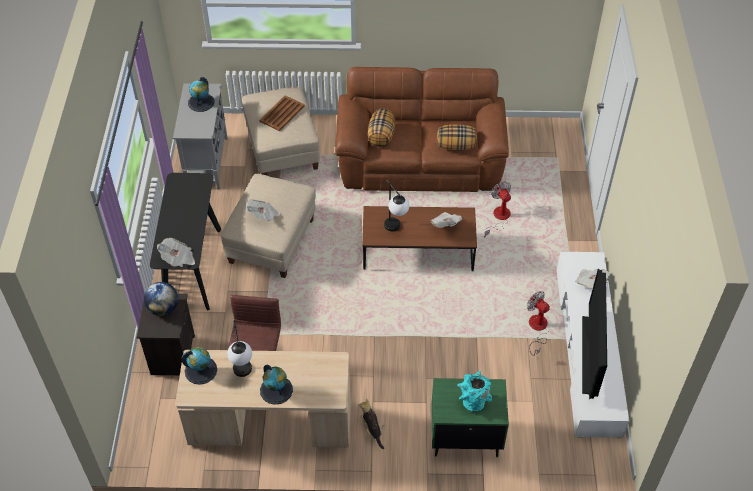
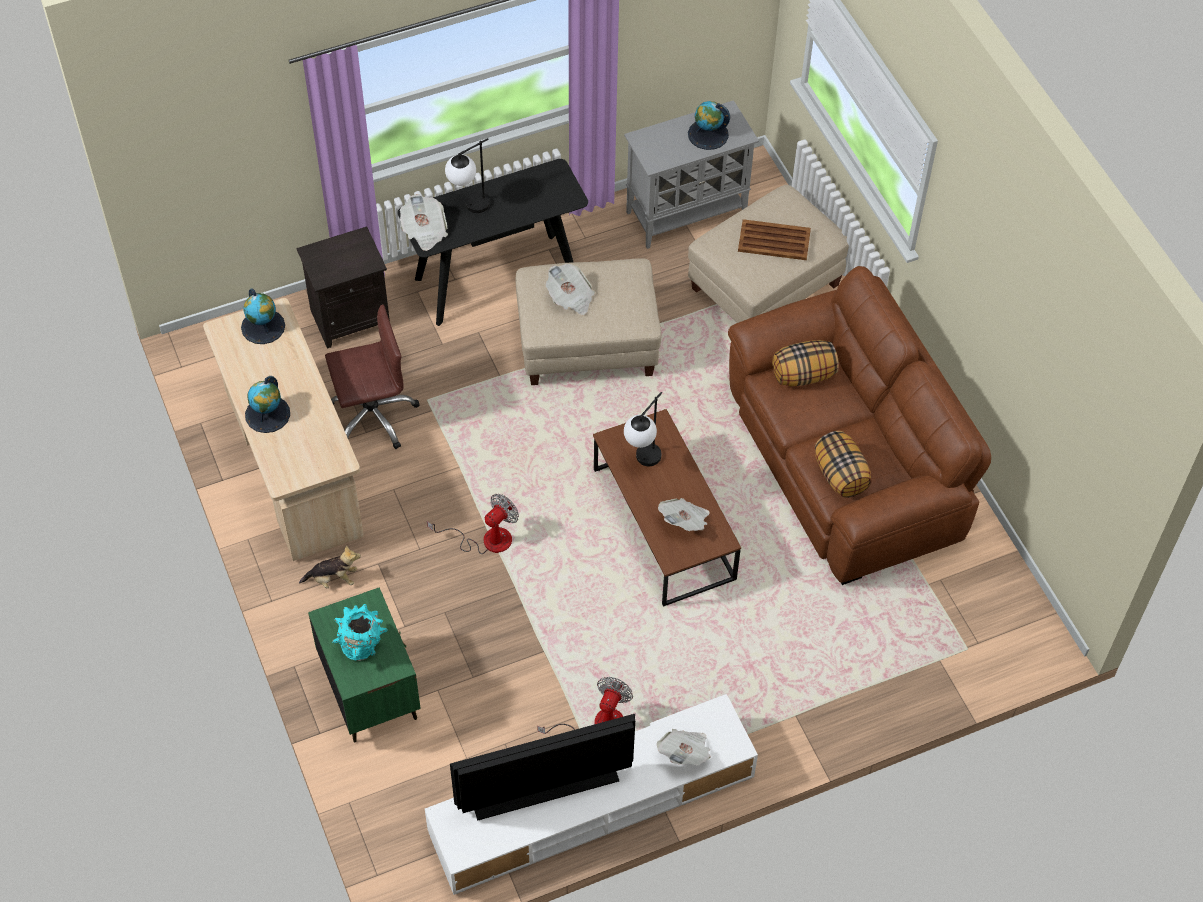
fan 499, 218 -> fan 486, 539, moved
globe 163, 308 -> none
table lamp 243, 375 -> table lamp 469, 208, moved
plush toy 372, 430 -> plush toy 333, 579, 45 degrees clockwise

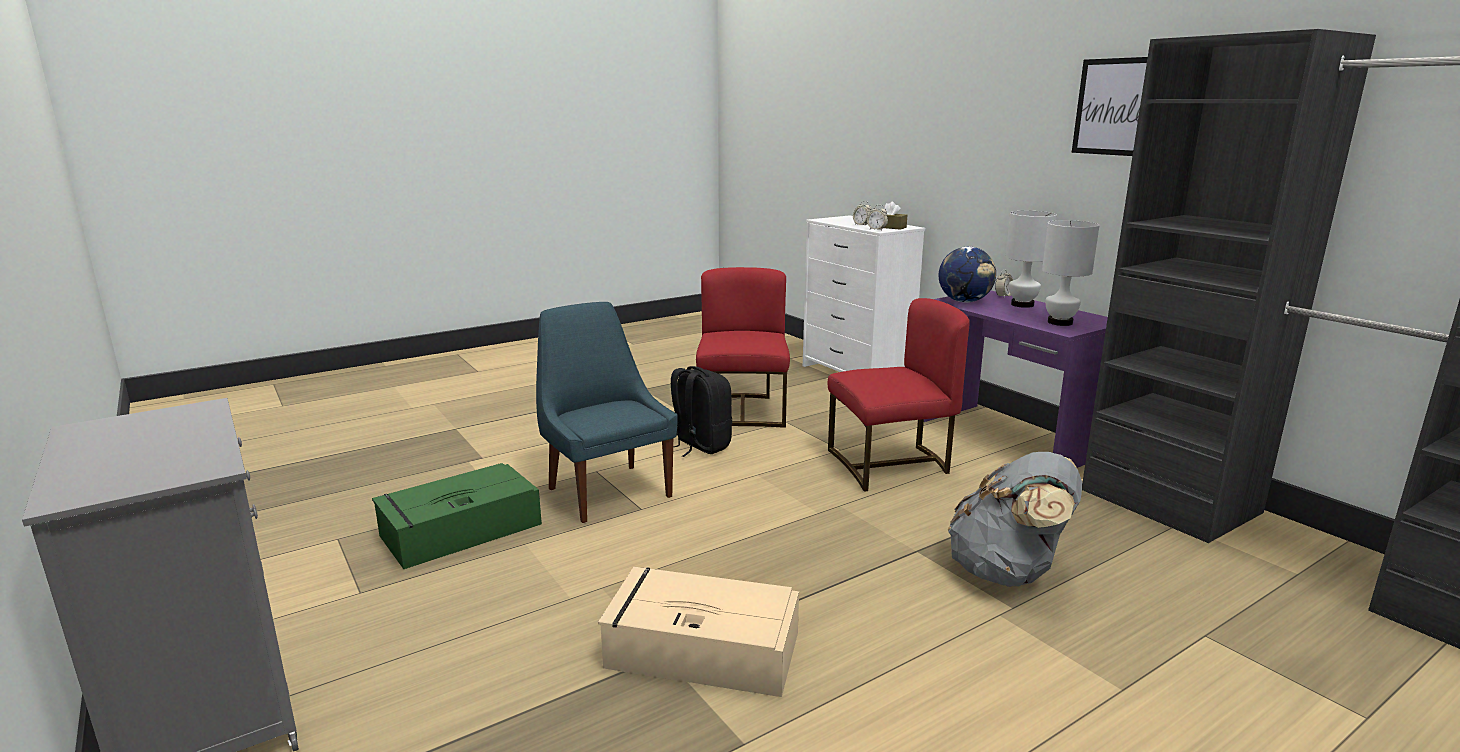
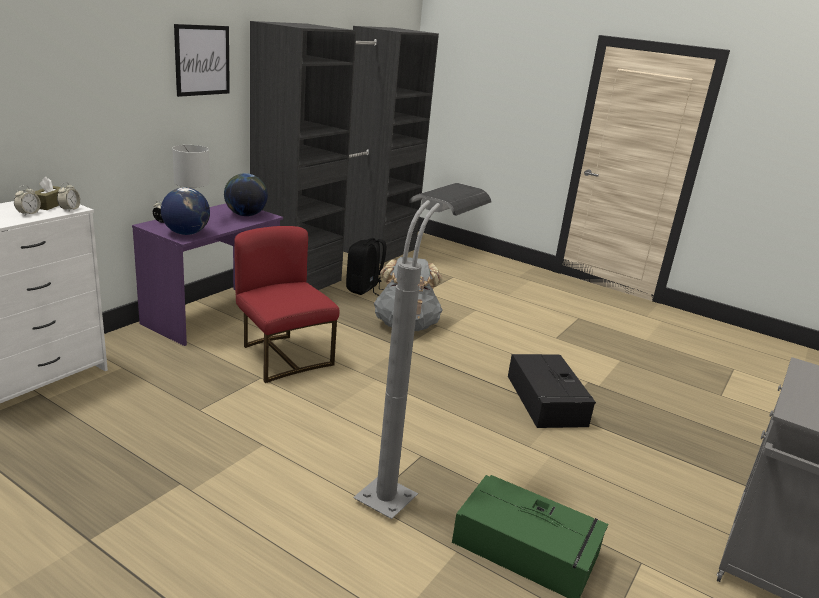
white table lamp 1060, 322 -> globe 245, 215
red chair 743, 411 -> none
blue chair 607, 491 -> grey floor lamp 403, 483
black backpack 699, 445 -> black backpack 364, 289, moved
beige storage box 700, 649 -> black storage box 546, 401

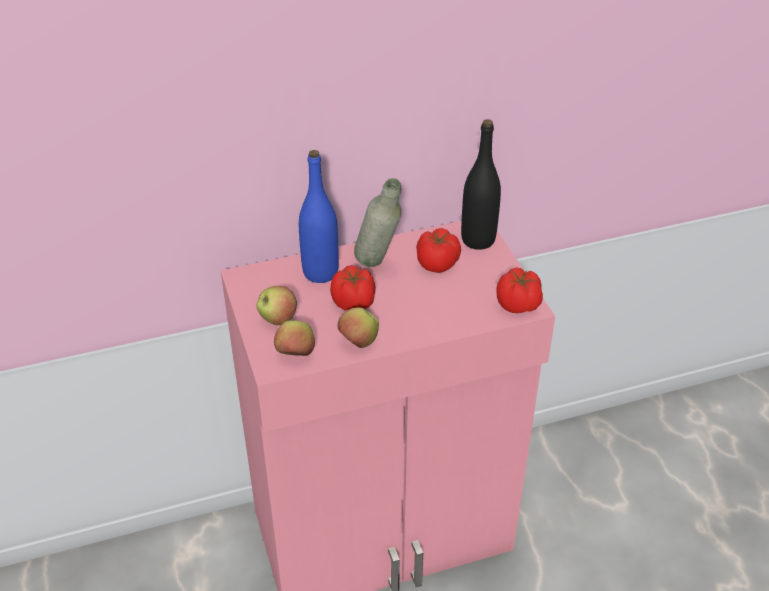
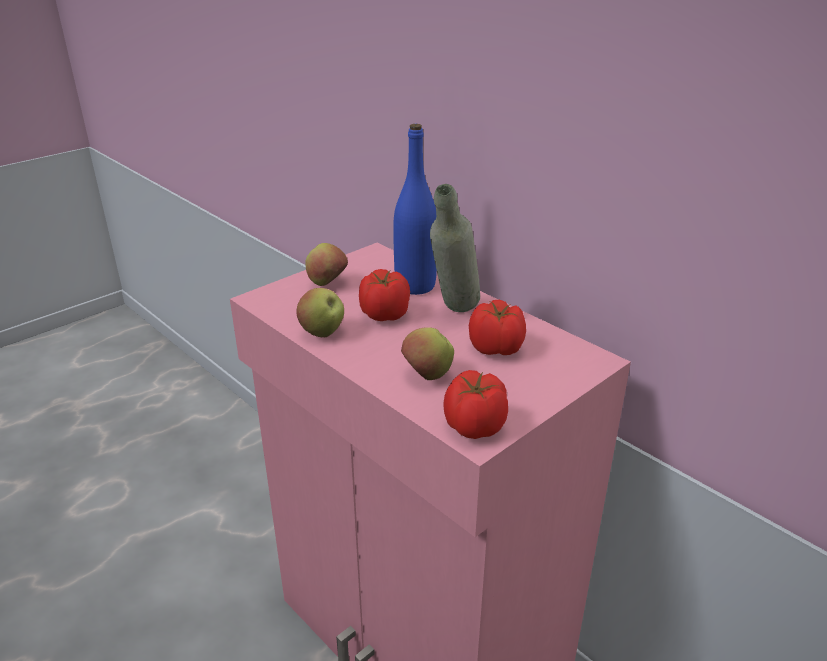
black bottle 478, 240 -> none
apple 296, 355 -> apple 427, 375, moved

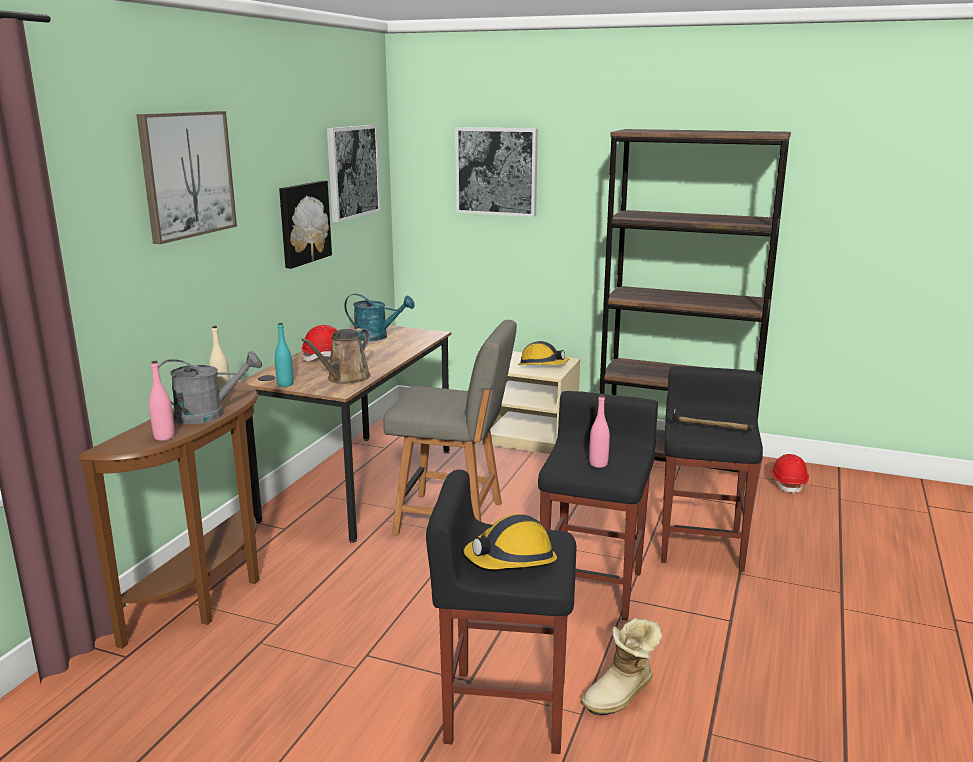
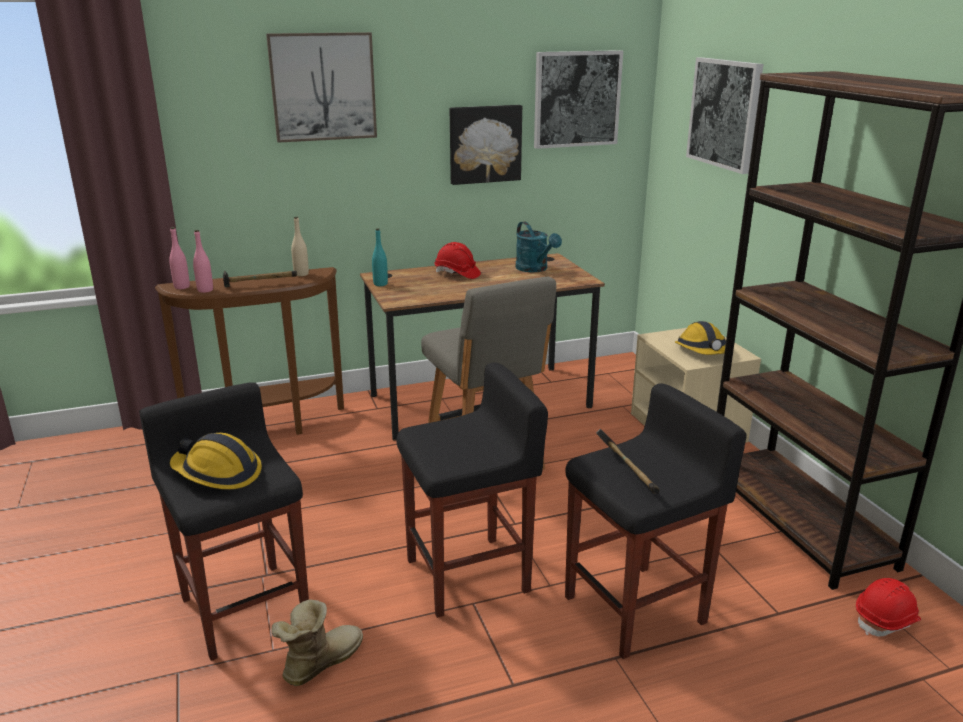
brown watering can 345, 378 -> none
grey watering can 209, 414 -> hammer 258, 285
pink bottle 598, 464 -> pink bottle 182, 287, moved
boot 622, 695 -> boot 319, 662, 120 degrees clockwise

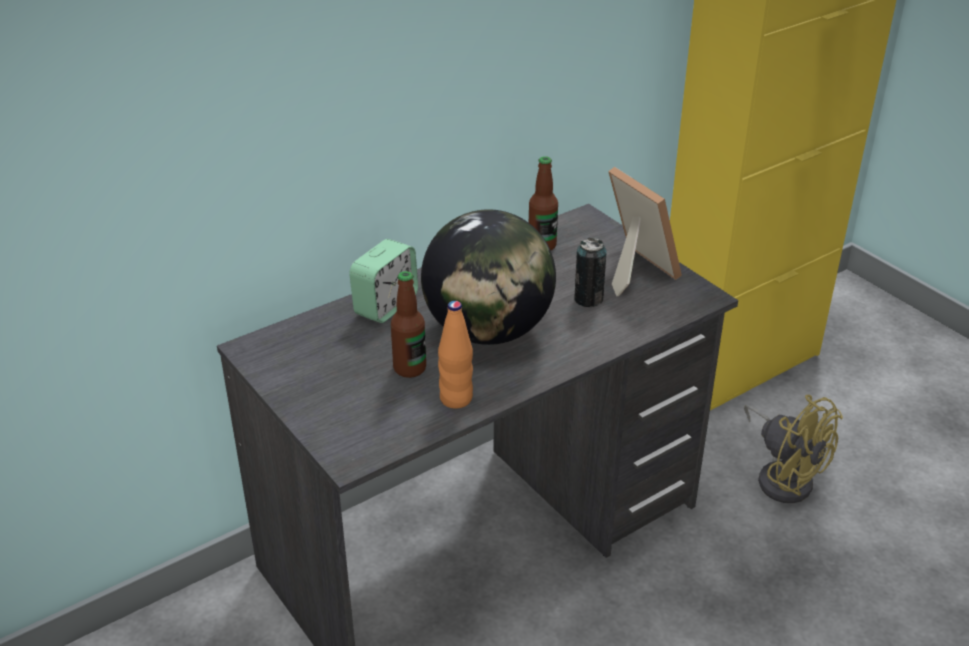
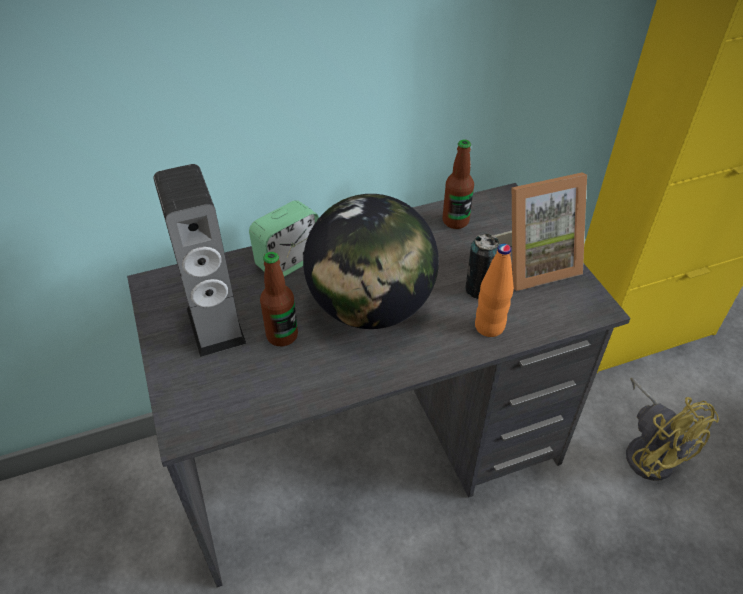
picture frame 633, 270 -> picture frame 534, 263, 90 degrees clockwise
orange bottle 456, 399 -> orange bottle 489, 327, moved
none -> speaker 216, 325

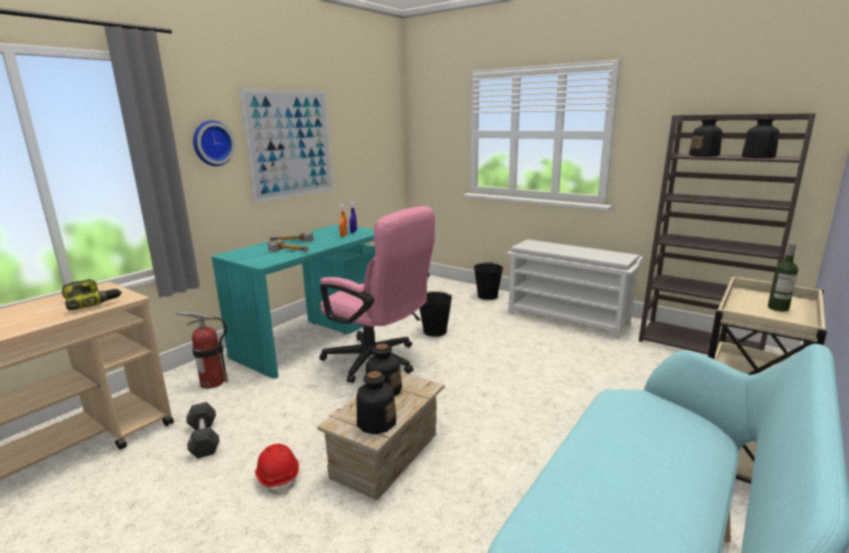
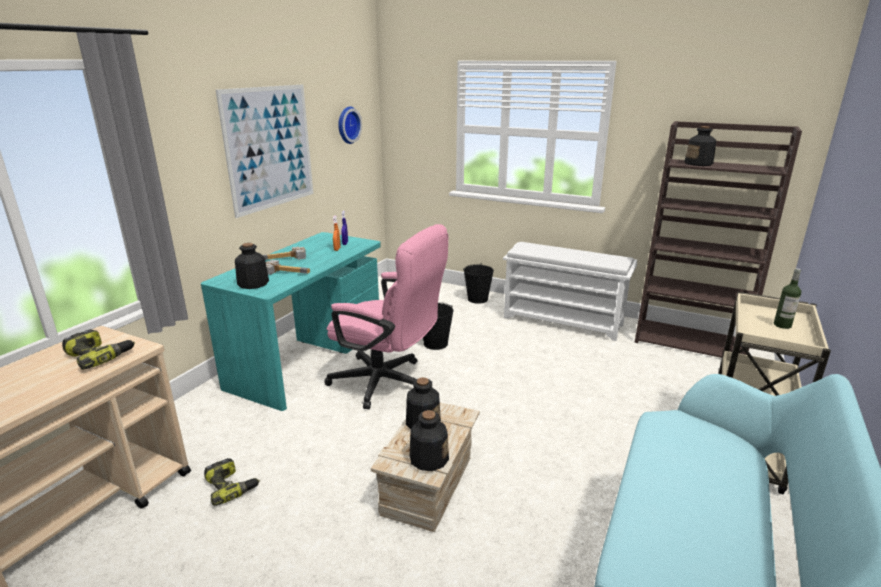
bottle 758, 157 -> bottle 253, 283, moved
wall clock 212, 143 -> wall clock 347, 125, moved
fire extinguisher 212, 382 -> none
black dumbbell 204, 439 -> power drill 231, 486
red hard hat 278, 477 -> none

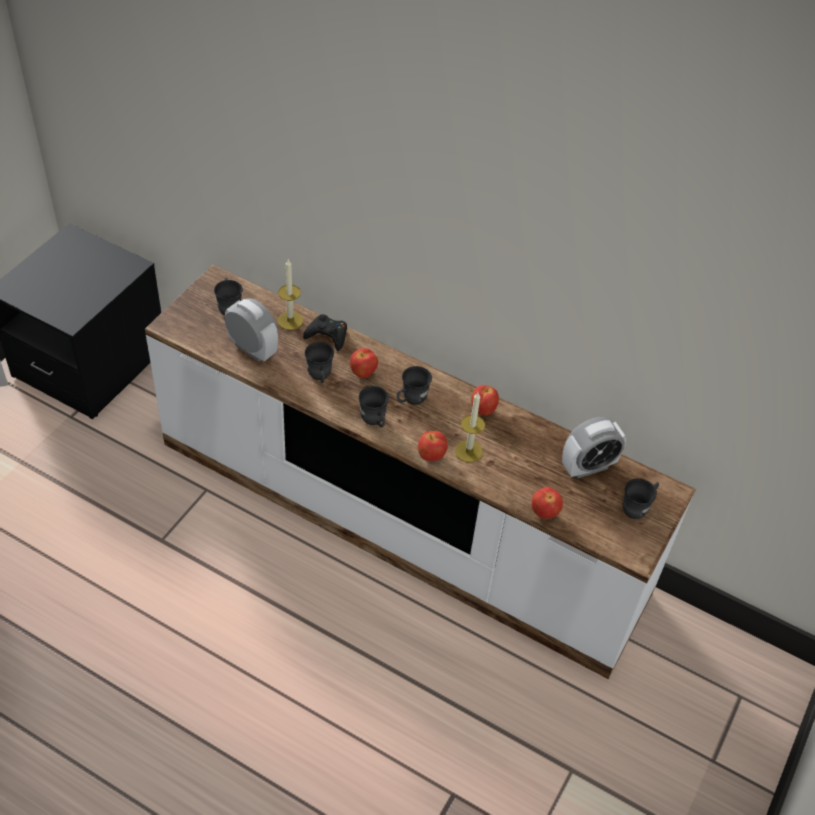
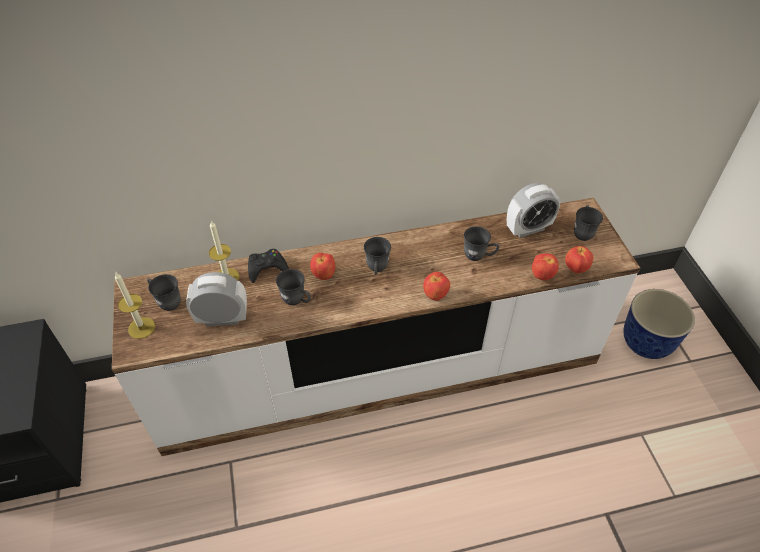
apple 482, 410 -> apple 575, 269, moved
grey mug 375, 421 -> grey mug 478, 256, moved
candle 468, 451 -> candle 141, 328, moved
alarm clock 588, 467 -> alarm clock 528, 229, 45 degrees clockwise
none -> planter 647, 343

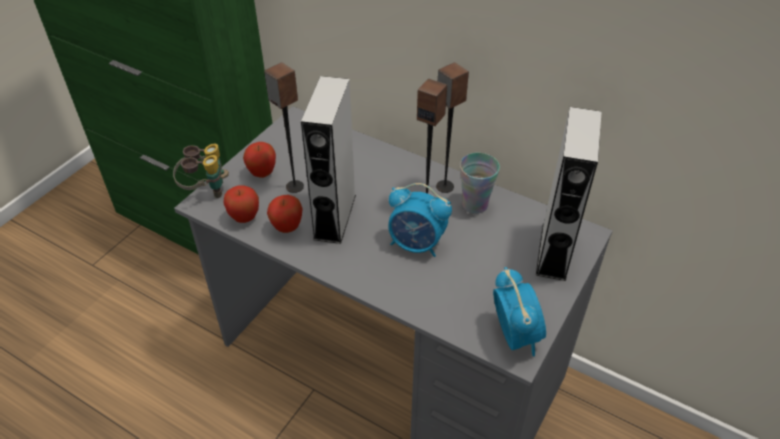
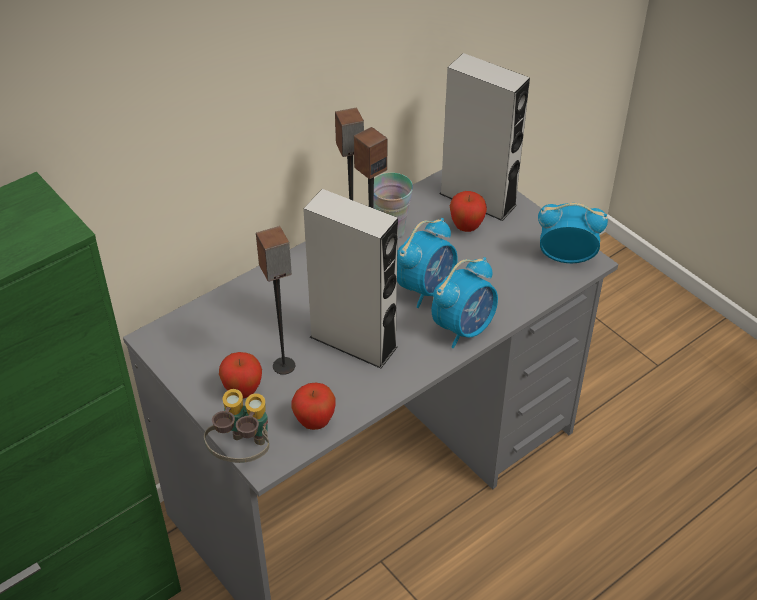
apple 287, 228 -> apple 466, 227, moved
none -> alarm clock 464, 328

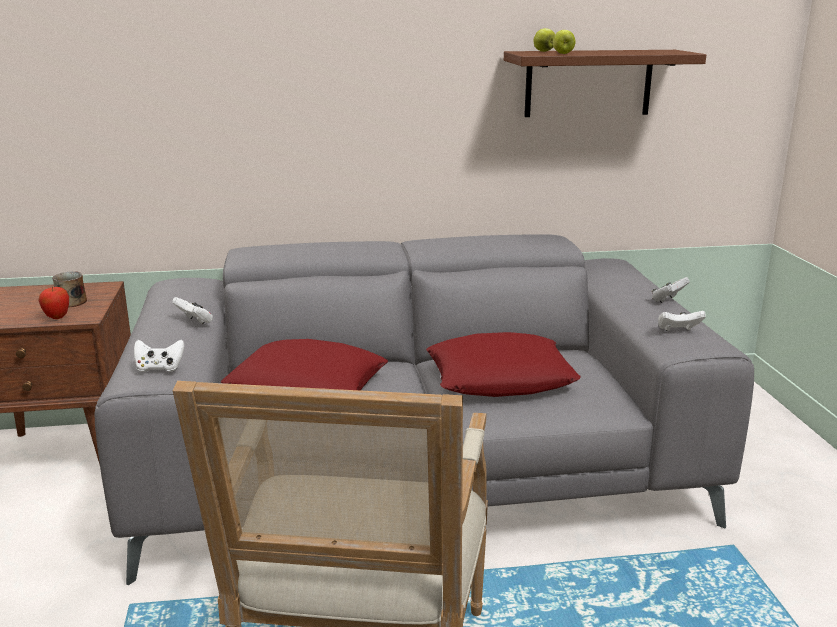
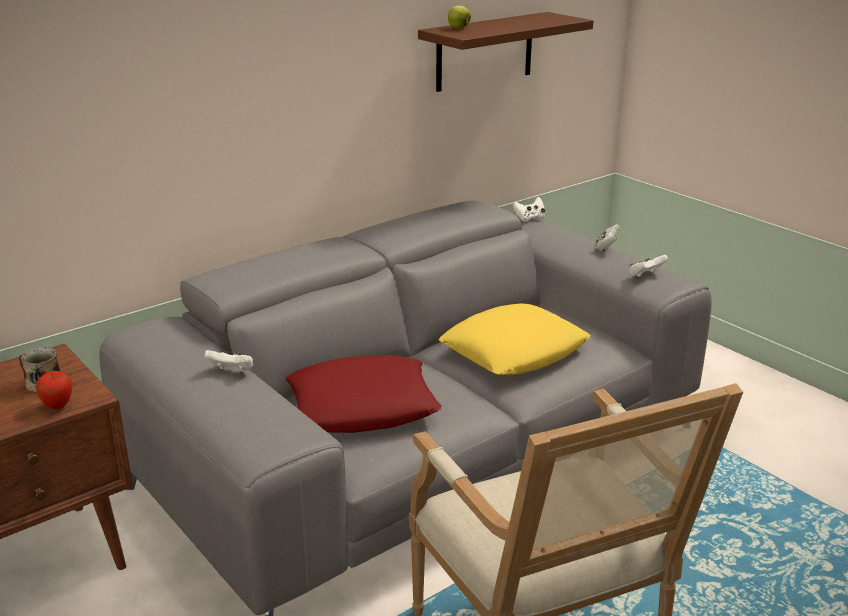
apple 563, 53 -> none
red pillow 500, 377 -> yellow pillow 514, 350
white game controller 159, 368 -> white game controller 529, 218, moved

